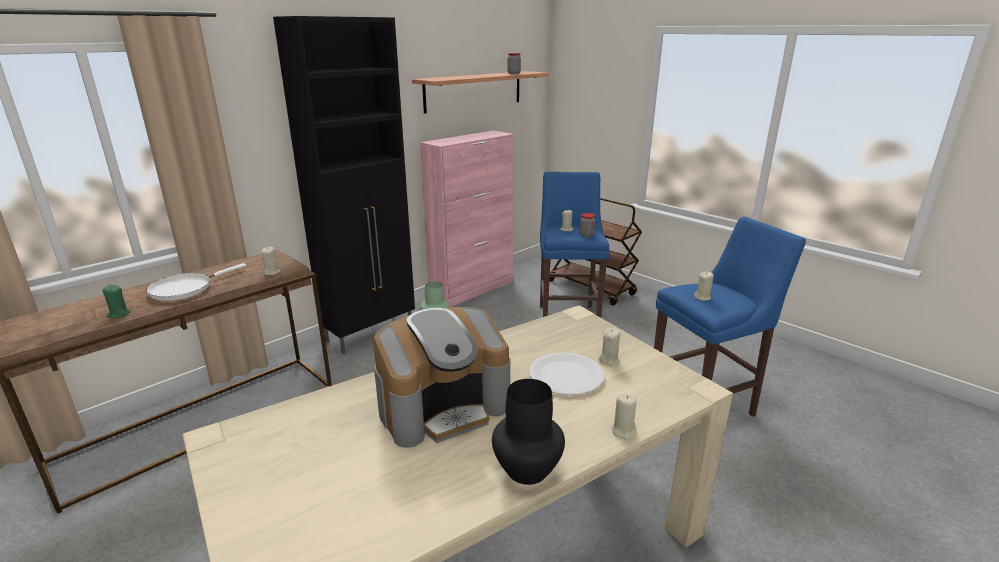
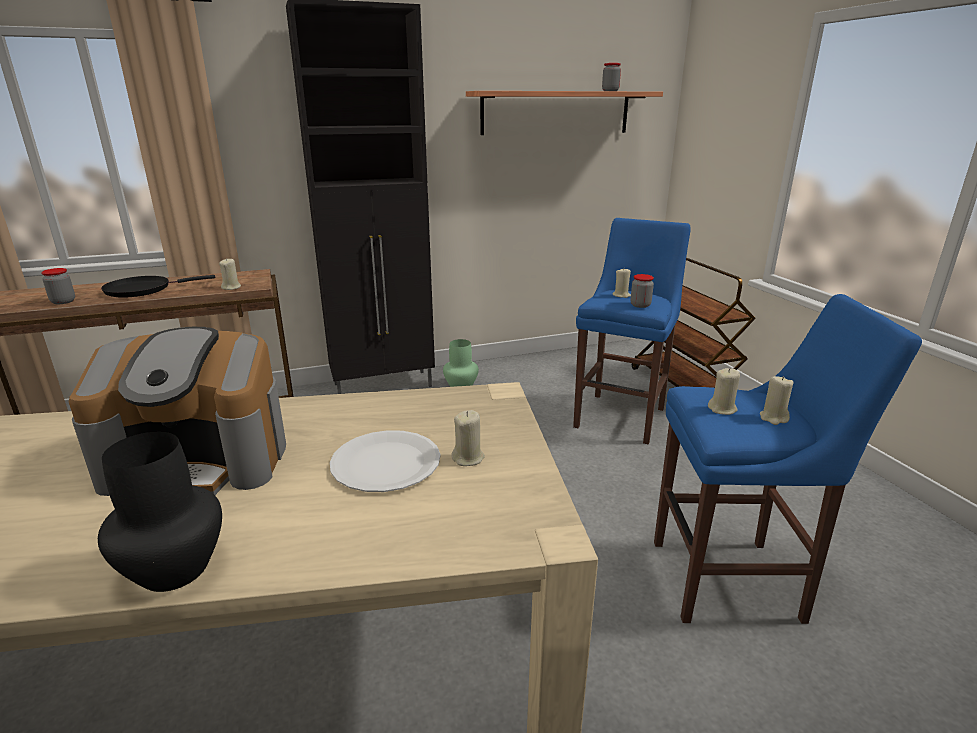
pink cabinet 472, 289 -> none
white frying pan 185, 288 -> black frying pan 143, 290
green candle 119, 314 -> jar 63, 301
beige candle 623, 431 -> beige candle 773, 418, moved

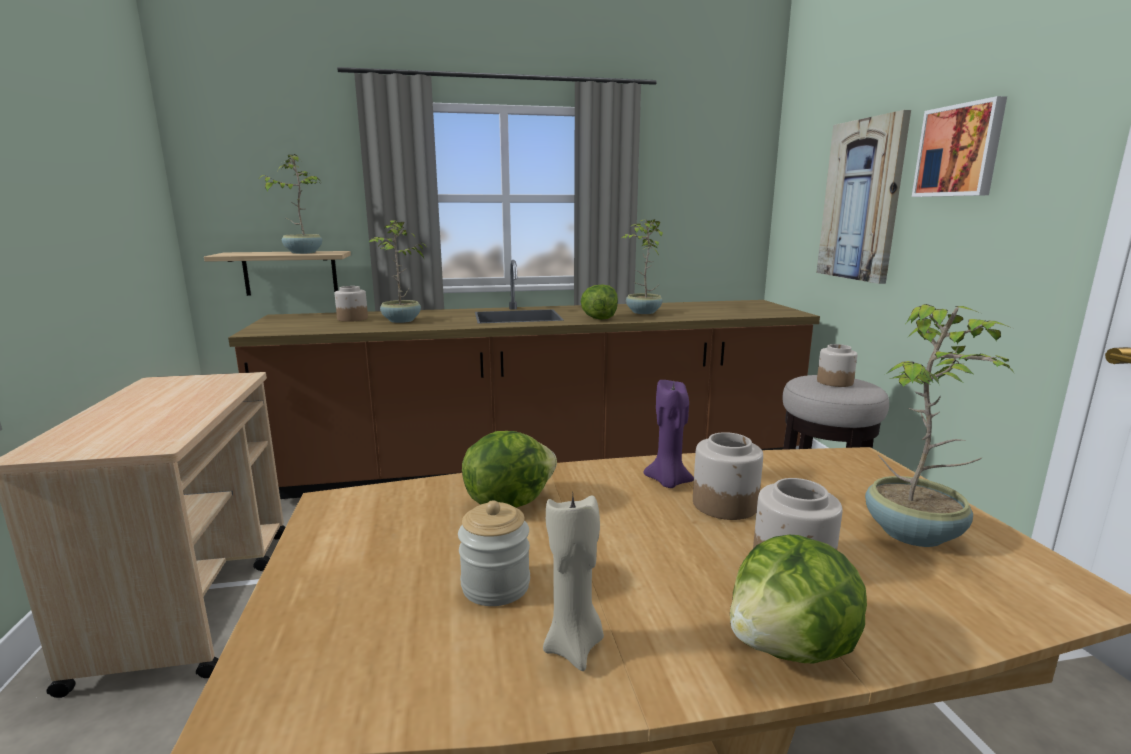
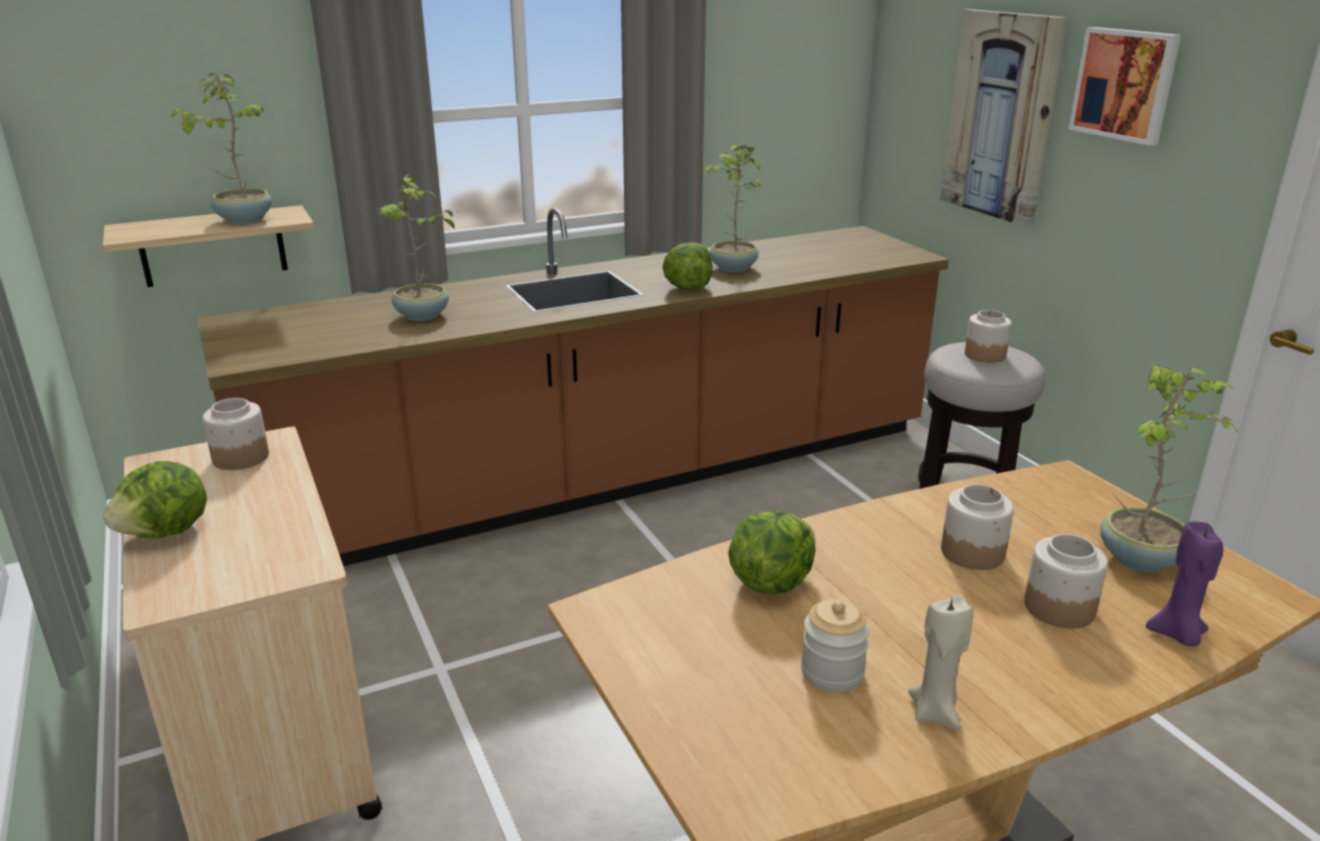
jar 352, 319 -> jar 240, 458, moved
purple candle 668, 482 -> purple candle 1177, 635, moved
lettuce 791, 648 -> lettuce 167, 533, moved

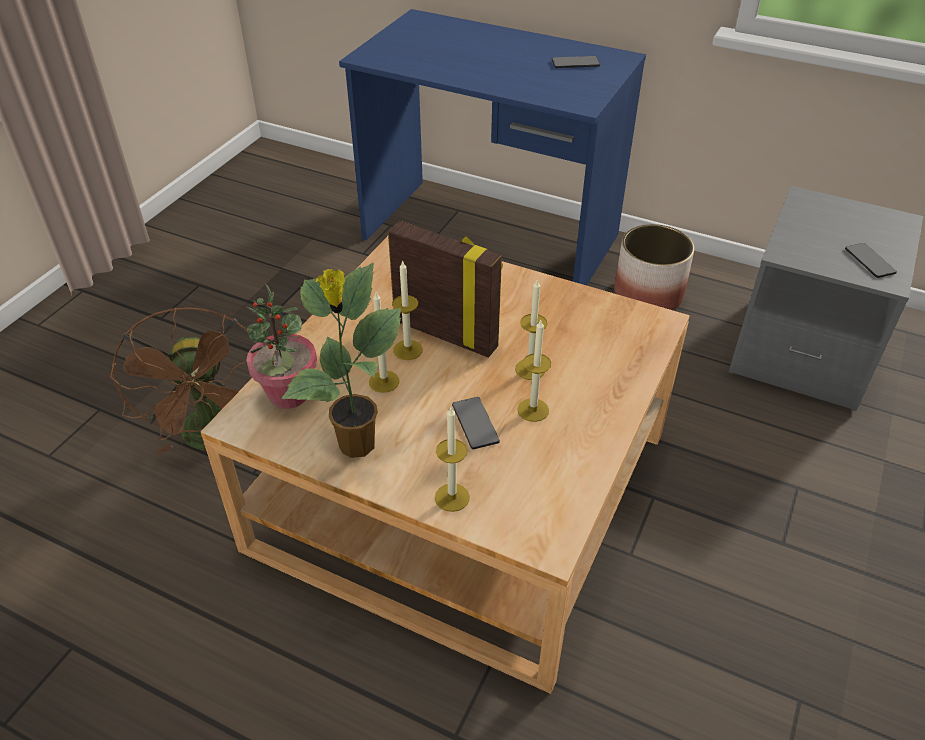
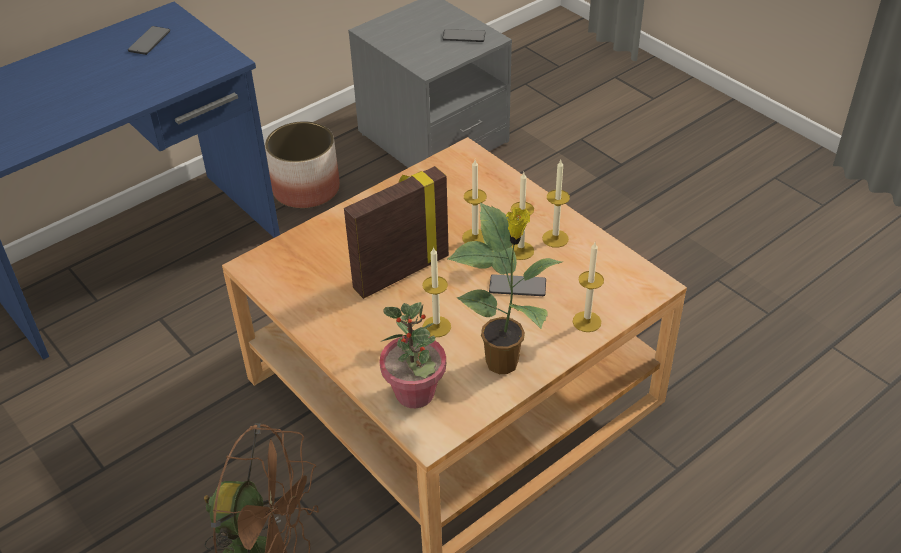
candle 407, 350 -> candle 555, 238, moved

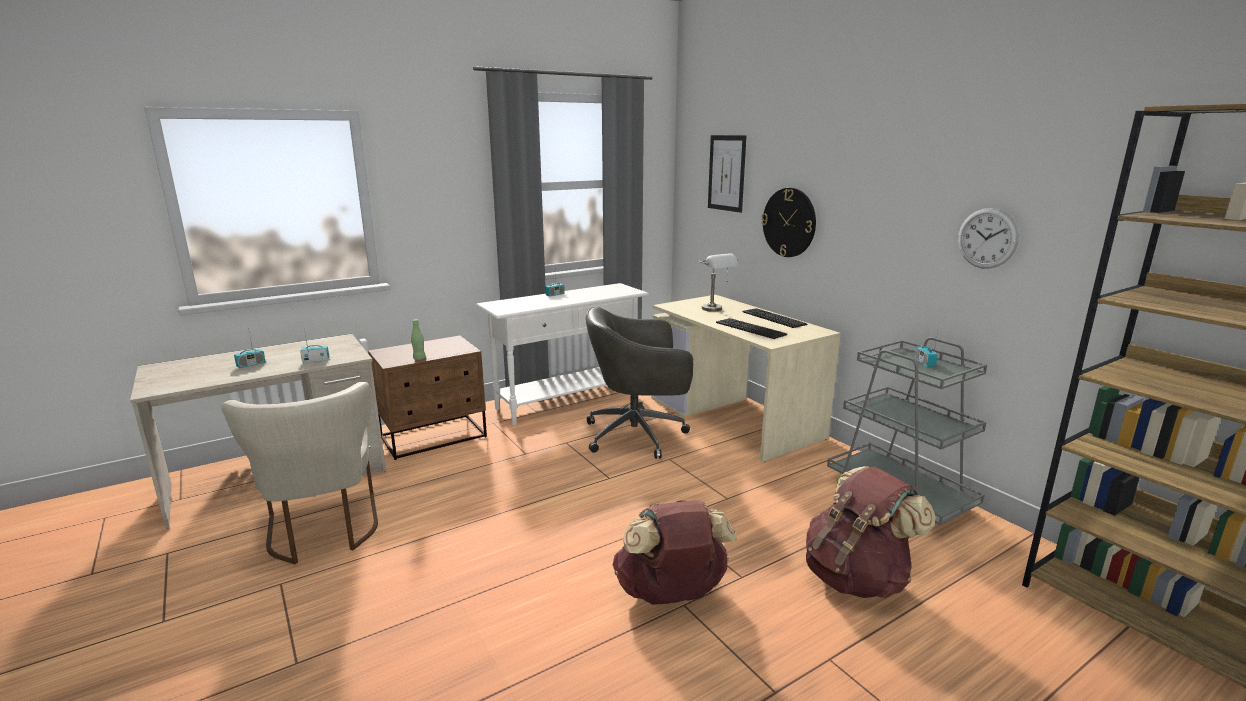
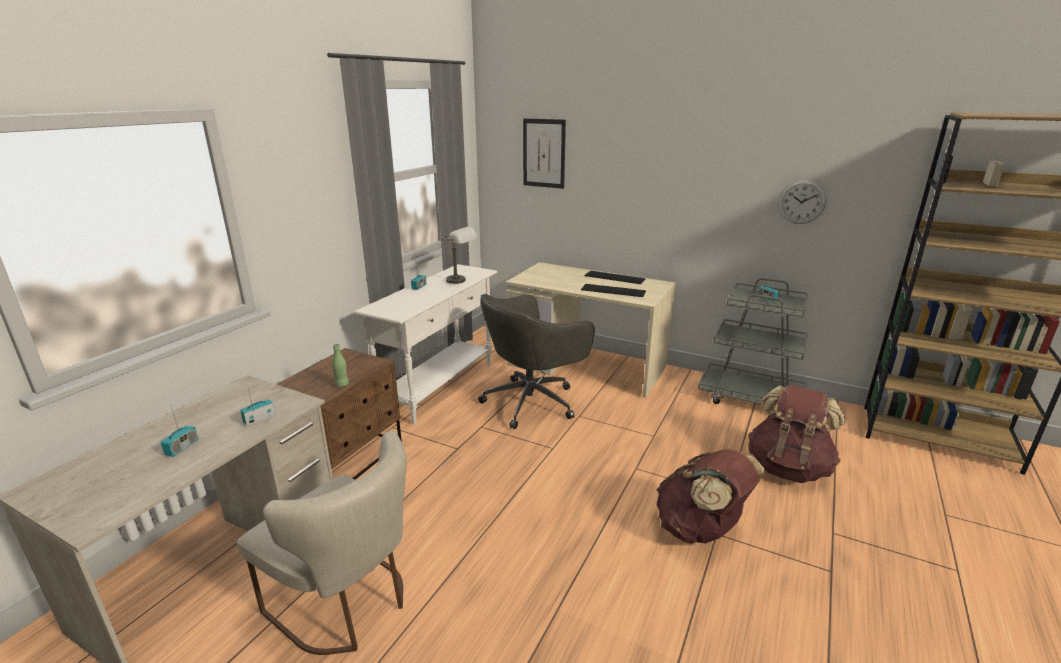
wall clock 789, 222 -> none
grey table lamp 716, 310 -> grey table lamp 461, 281, moved

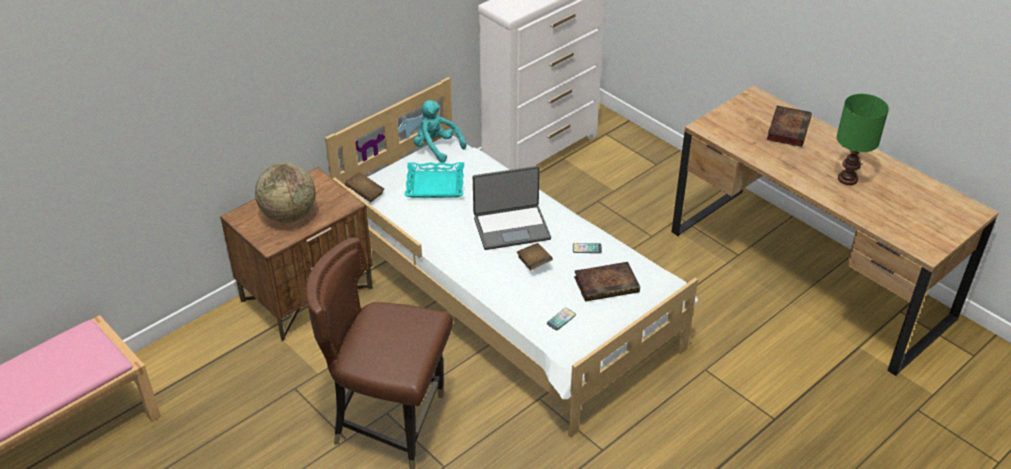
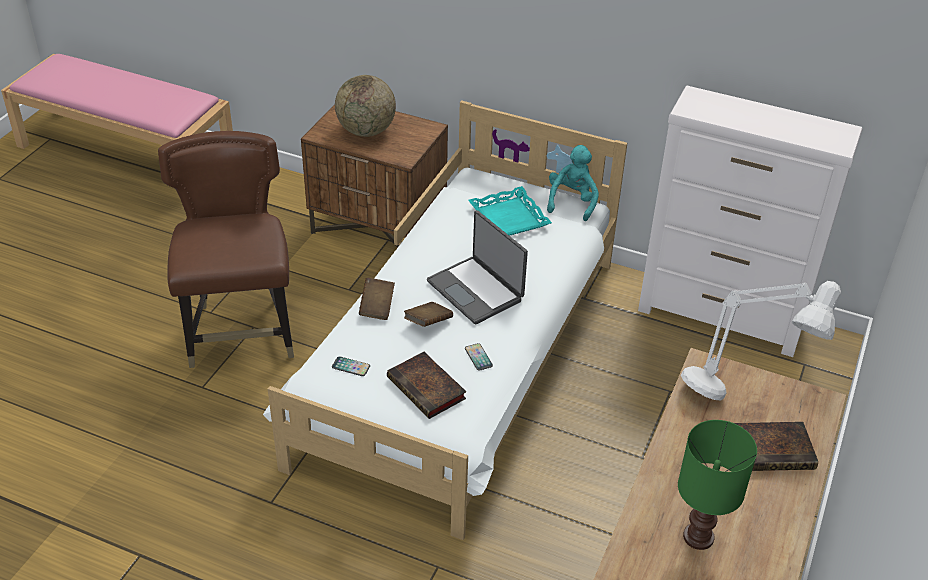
brown book 365, 194 -> brown book 377, 307, moved
none -> white table lamp 743, 388

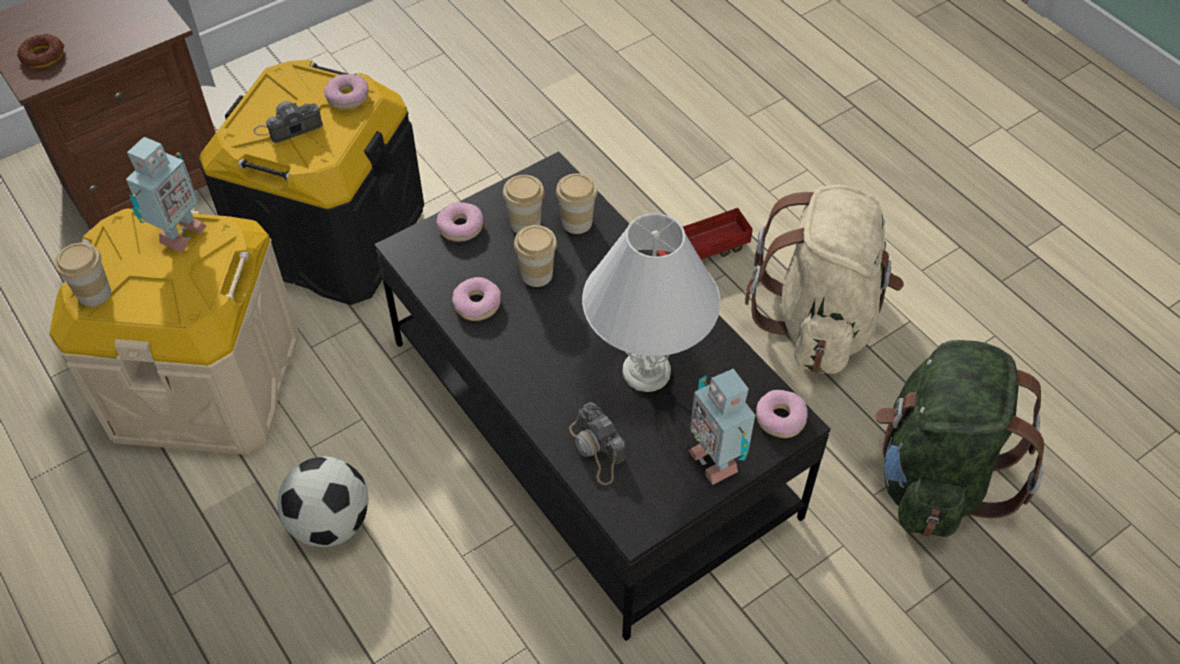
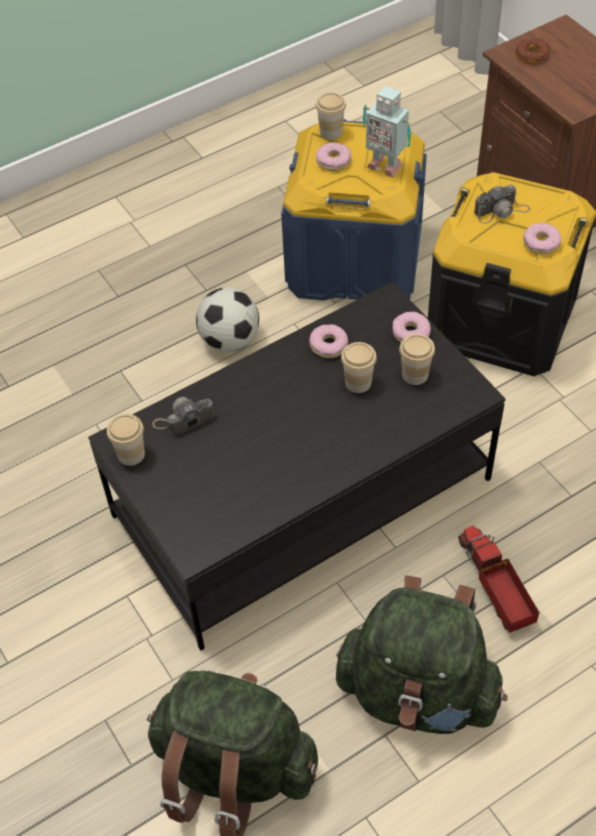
photo camera 288, 127 -> photo camera 501, 211, 90 degrees clockwise
cup 577, 222 -> cup 131, 454, moved
beige backpack 819, 320 -> green backpack 418, 693
beige storage box 205, 381 -> blue storage box 354, 260
white table lamp 646, 371 -> none
toy robot 715, 458 -> none
donut 780, 418 -> donut 333, 161, moved

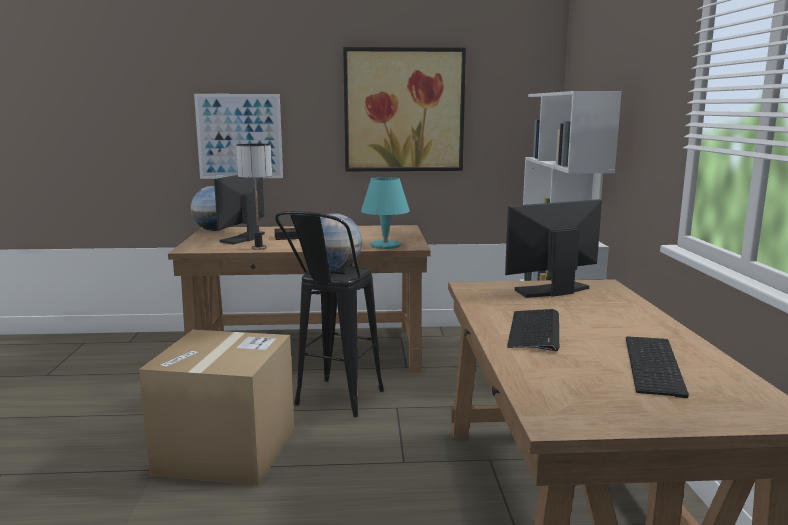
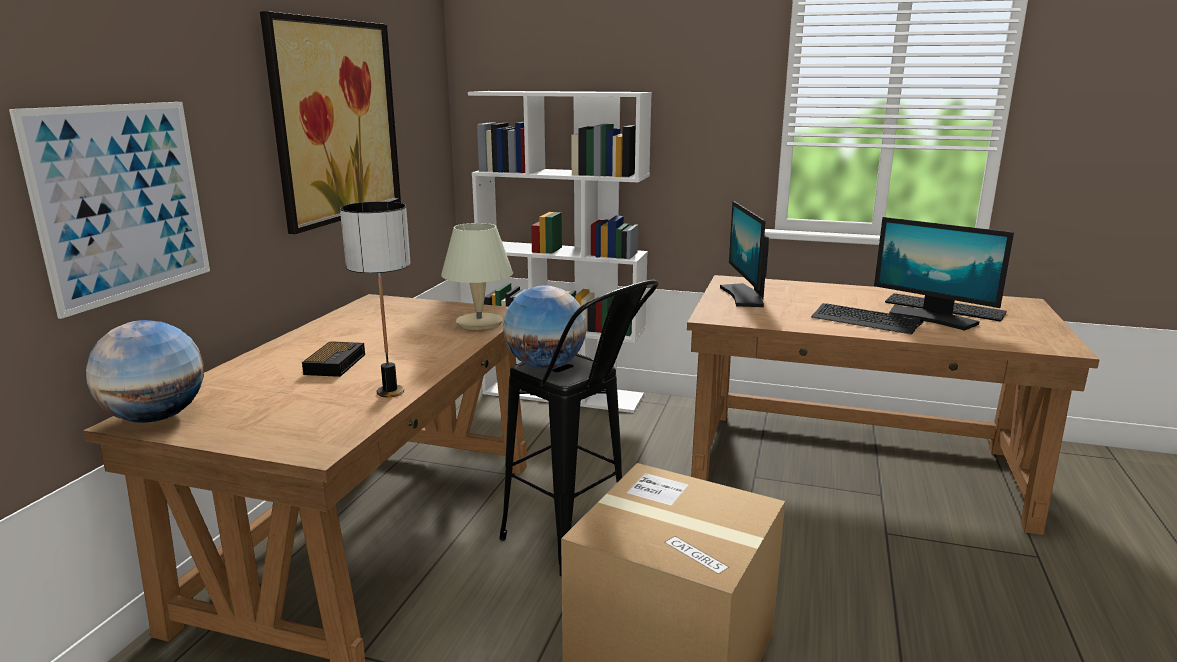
monitor 244, 238 -> monitor 931, 318, moved
turquoise table lamp 385, 245 -> beige table lamp 480, 322

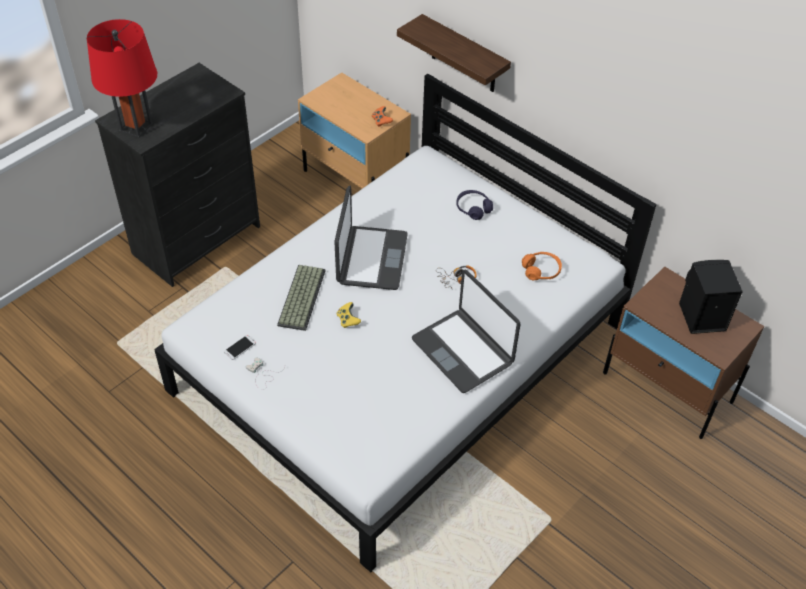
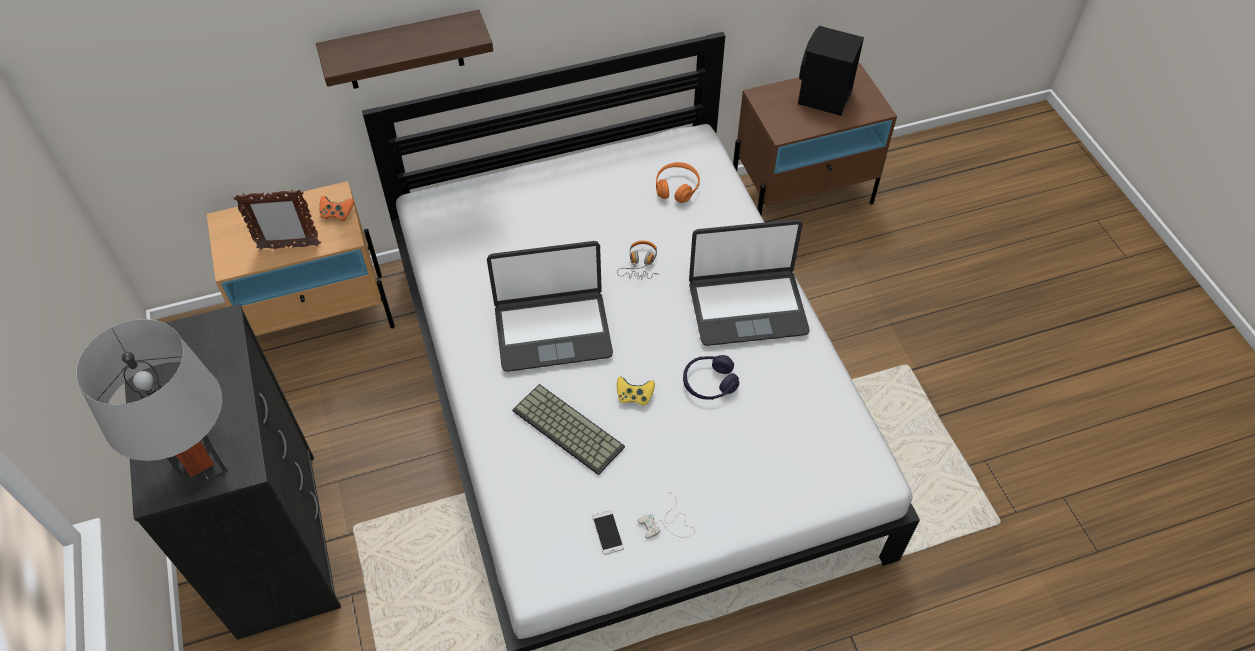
red table lamp 136, 127 -> grey table lamp 201, 466
laptop 371, 259 -> laptop 552, 330, 135 degrees clockwise
purple headphones 473, 209 -> purple headphones 709, 383, moved
none -> picture frame 289, 247

